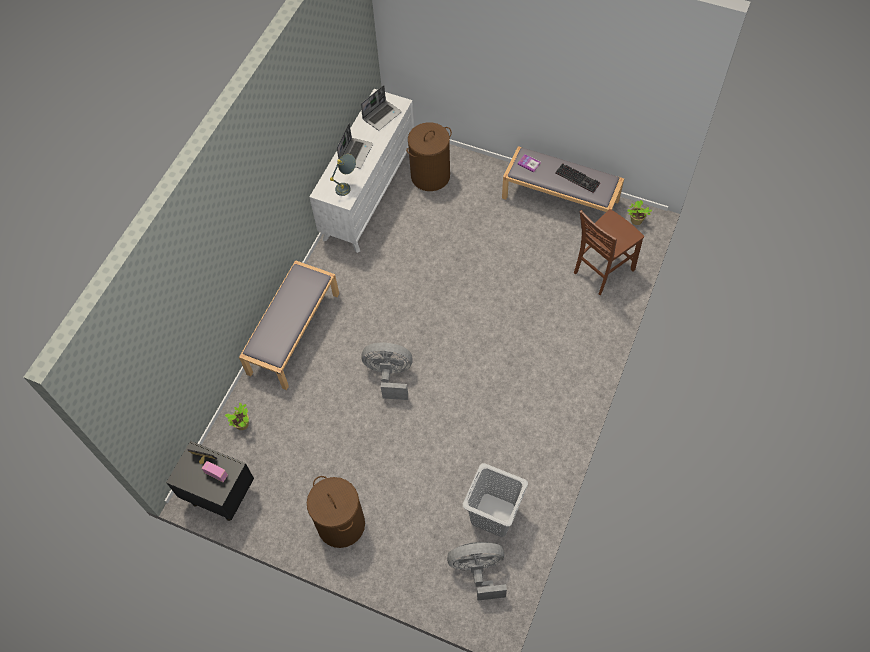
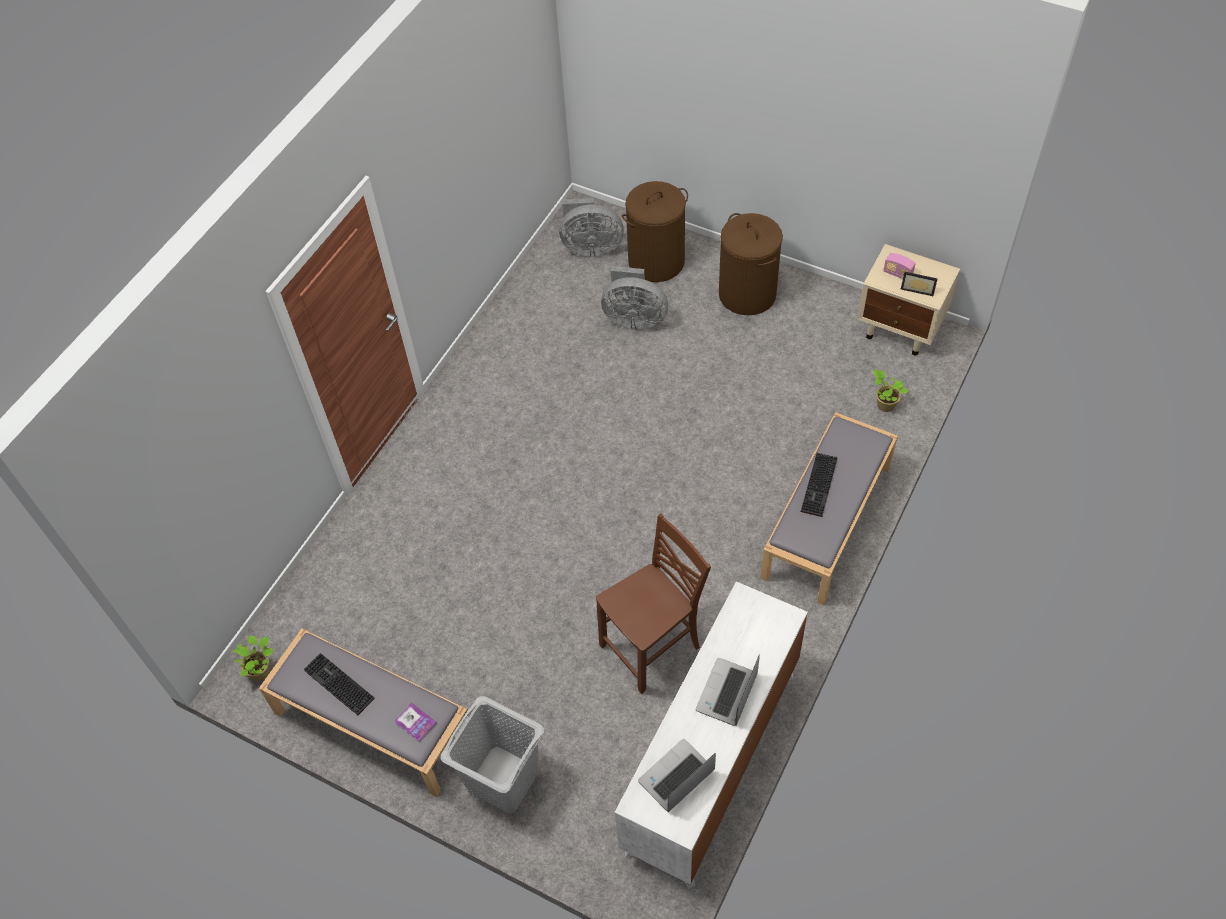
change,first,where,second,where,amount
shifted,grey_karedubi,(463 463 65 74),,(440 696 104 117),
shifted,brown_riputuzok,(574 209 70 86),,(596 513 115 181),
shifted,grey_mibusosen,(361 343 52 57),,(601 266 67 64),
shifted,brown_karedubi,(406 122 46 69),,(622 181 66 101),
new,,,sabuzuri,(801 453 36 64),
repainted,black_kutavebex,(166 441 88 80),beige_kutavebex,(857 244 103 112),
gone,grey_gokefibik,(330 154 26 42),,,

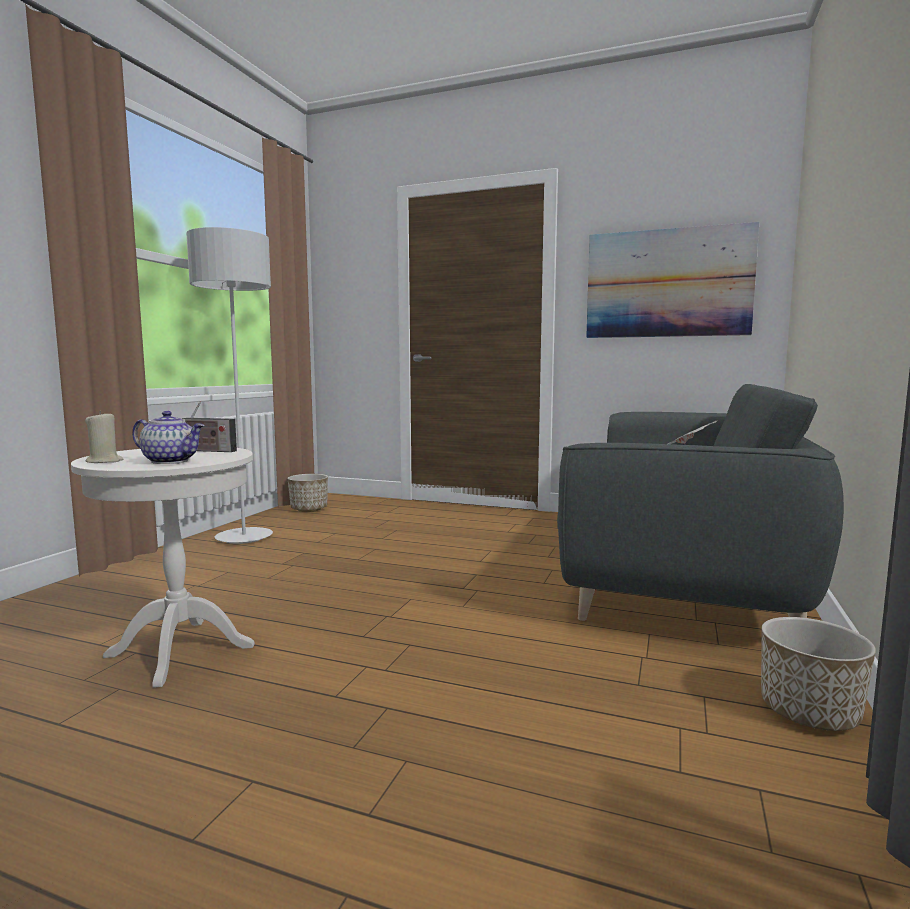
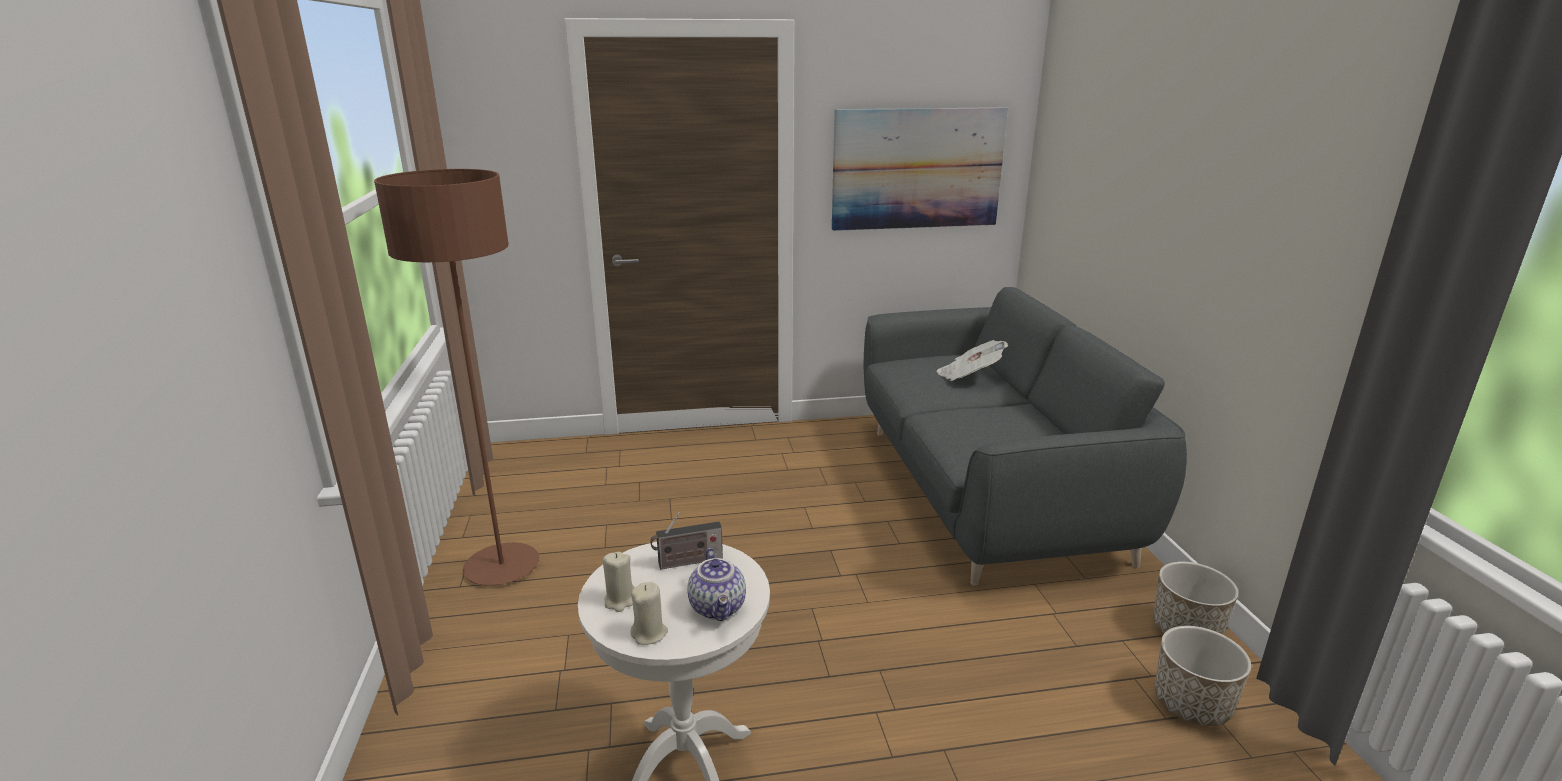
change,first,where,second,where,amount
repainted,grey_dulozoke,(186 227 87 317),brown_dulozoke,(374 169 165 417),
new,,,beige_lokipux,(603 552 32 60),
rotated,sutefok,(132 411 72 53),,(687 548 59 73),90 degrees clockwise
shifted,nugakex,(288 474 40 38),,(1155 626 96 100),

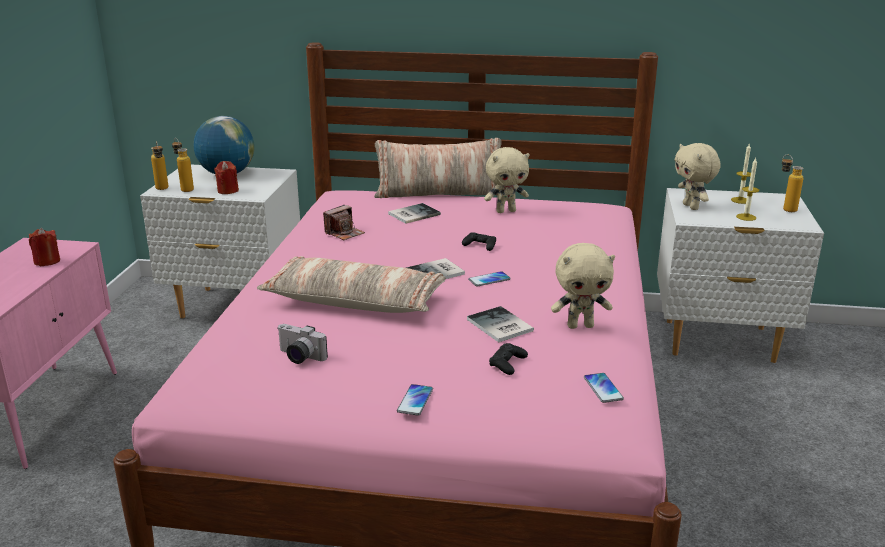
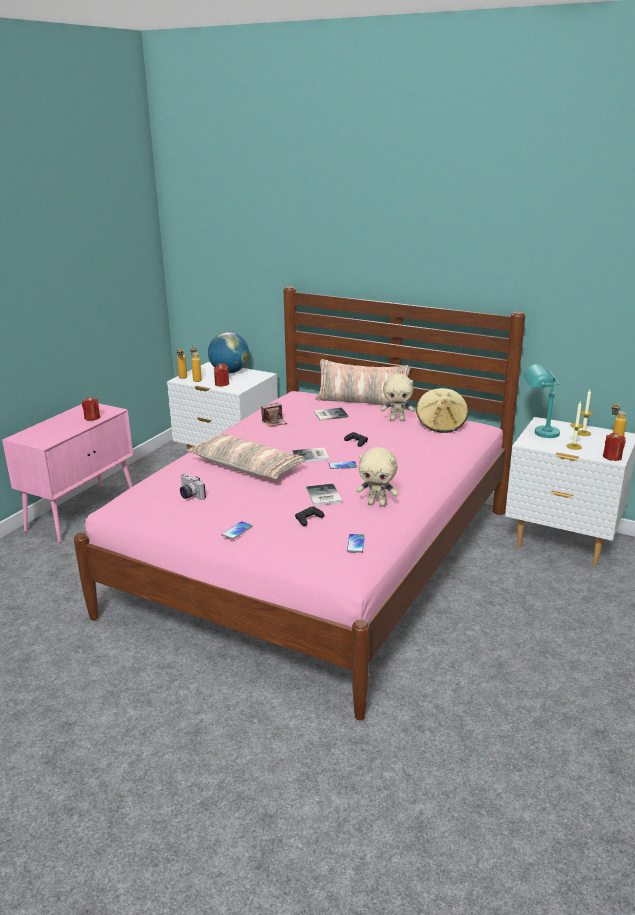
change,first,where,second,where,amount
new,,,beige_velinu,(416 388 52 45),
swapped,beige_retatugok,(675 143 46 67),turquoise_gokefibik,(524 364 36 74),
new,,,red_lokipux,(603 433 23 28),

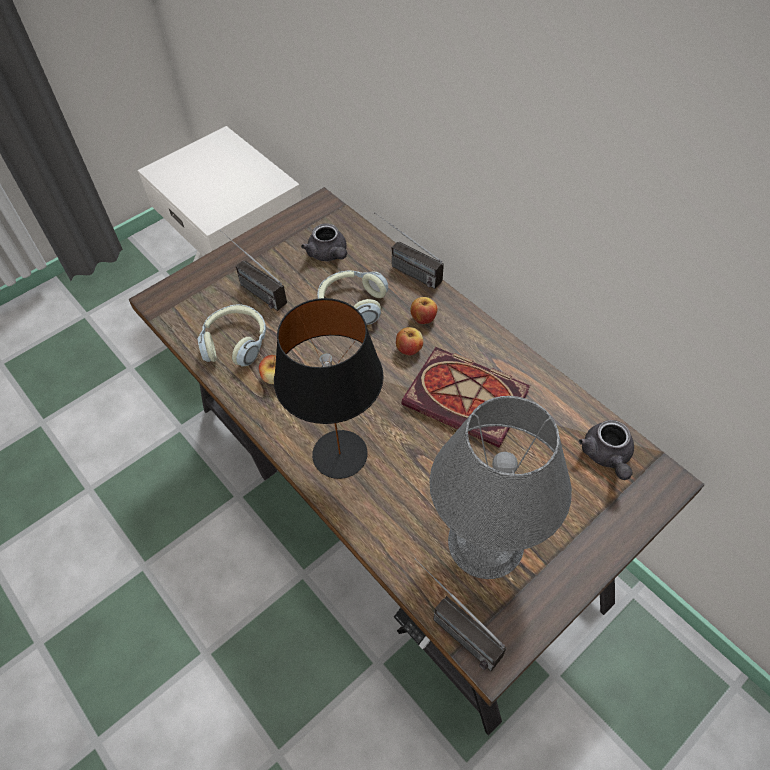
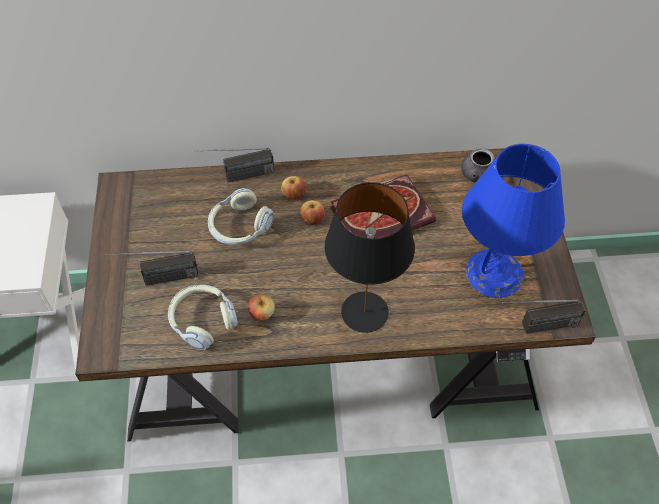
change,first,where,second,where,amount
repainted,grey_gokefibik,(429 396 143 183),blue_gokefibik,(462 144 103 154),
gone,grey_sutefok,(301 223 46 38),,,

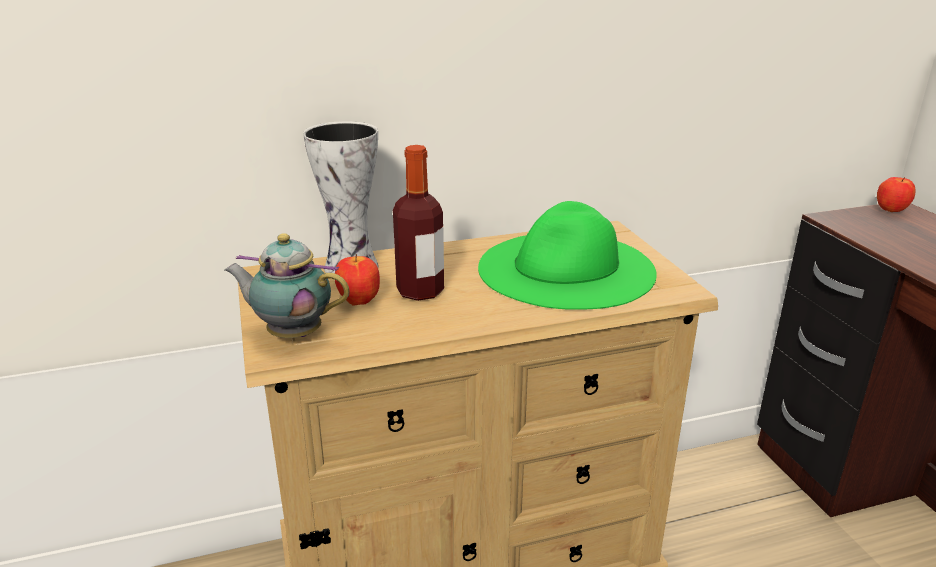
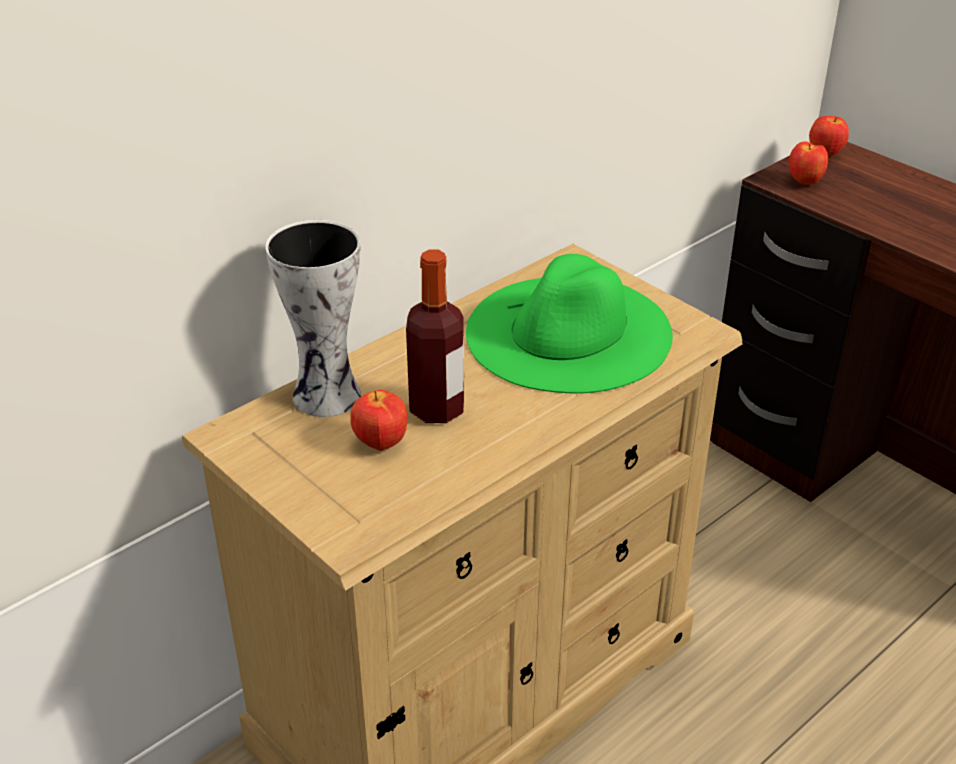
change,first,where,second,where,amount
new,,,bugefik,(789 142 39 43),
gone,sutefok,(225 233 125 105),,,

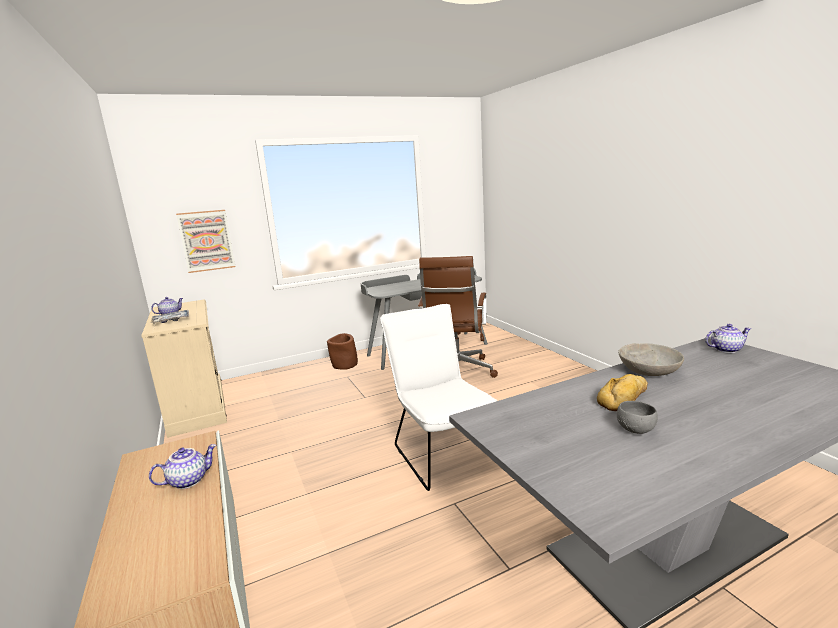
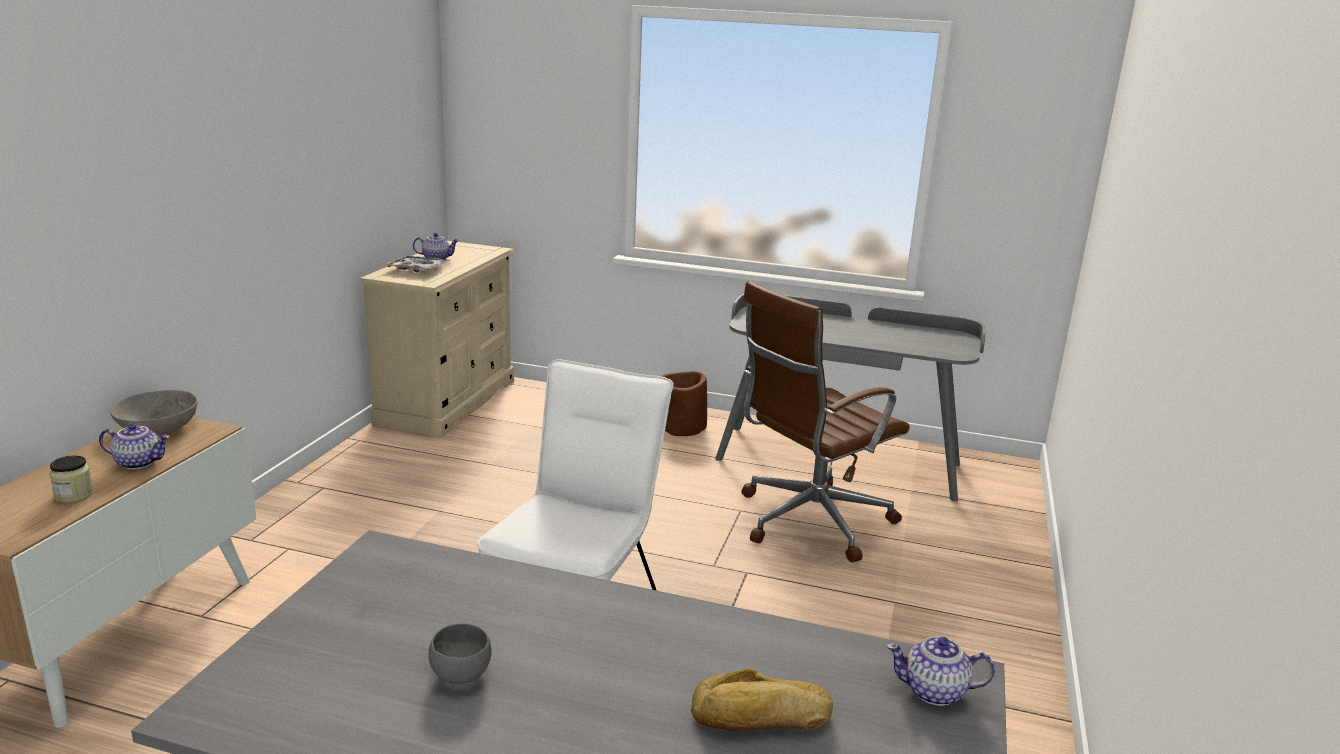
change,first,where,second,where,amount
new,,,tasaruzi,(49 455 45 48),
shifted,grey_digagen,(618 343 66 33),,(110 390 87 45),
shifted,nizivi,(597 374 51 37),,(691 669 142 62),
rotated,sutefok,(705 324 46 29),,(886 636 109 70),150 degrees clockwise
gone,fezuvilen,(176 210 59 63),,,

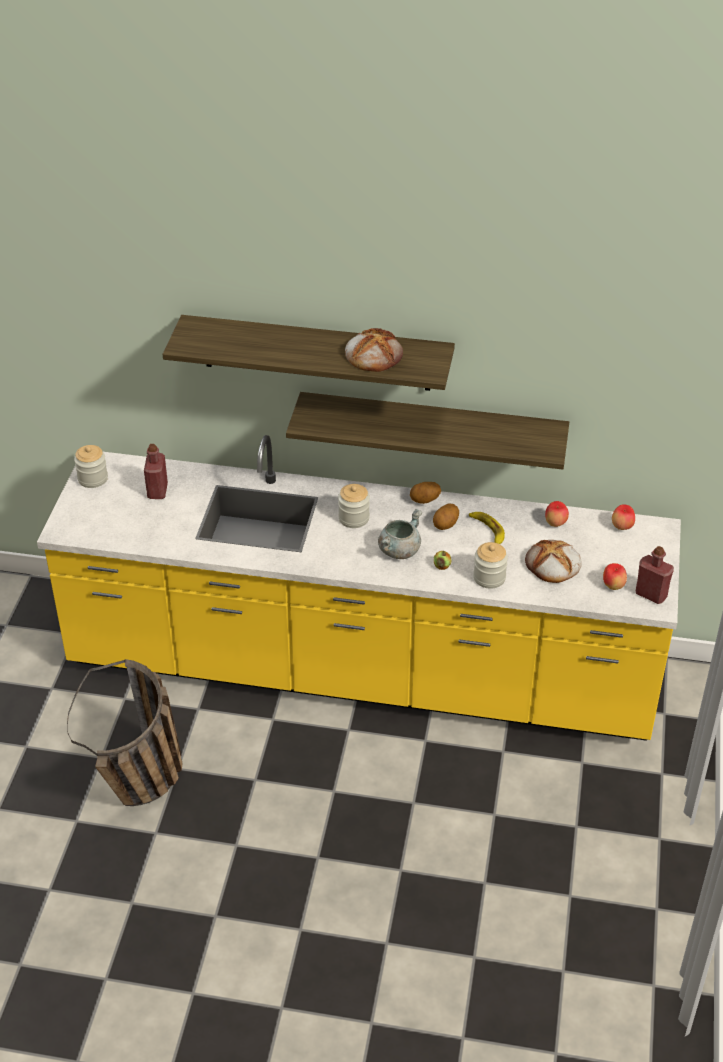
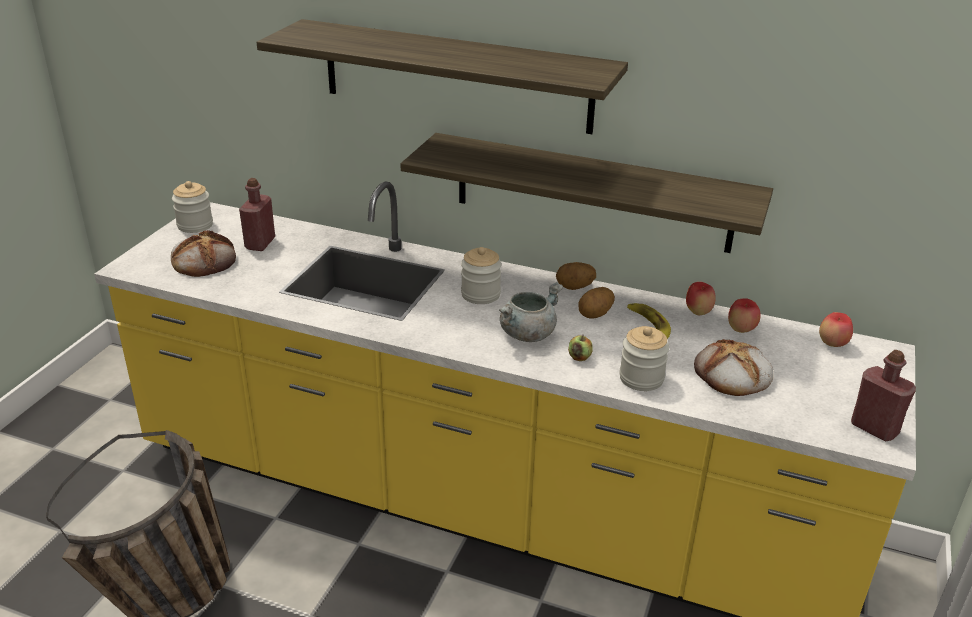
change,first,where,second,where,amount
shifted,nizivi,(345 328 58 44),,(171 230 65 47),
shifted,bugefik,(603 563 24 27),,(686 282 30 33),

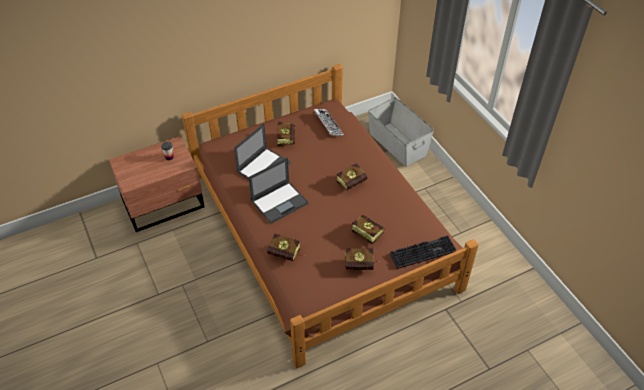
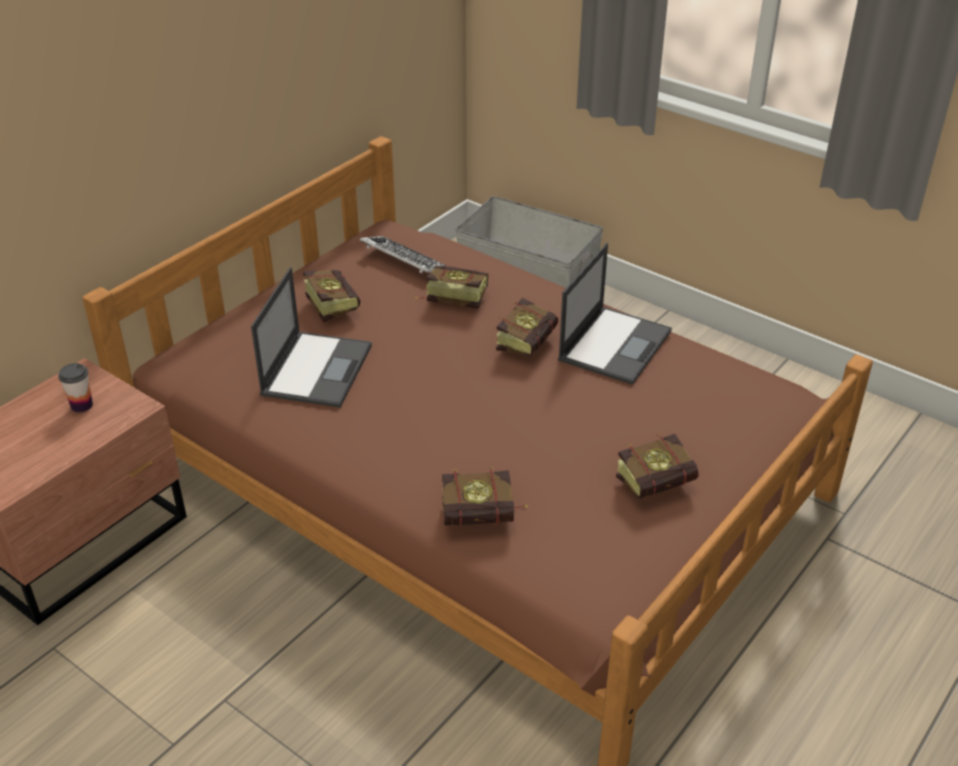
change,first,where,second,where,amount
shifted,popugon,(350 215 35 30),,(415 266 73 43),
shifted,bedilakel,(248 158 60 66),,(558 243 114 142),
gone,sabuzuri,(390 235 67 34),,,

